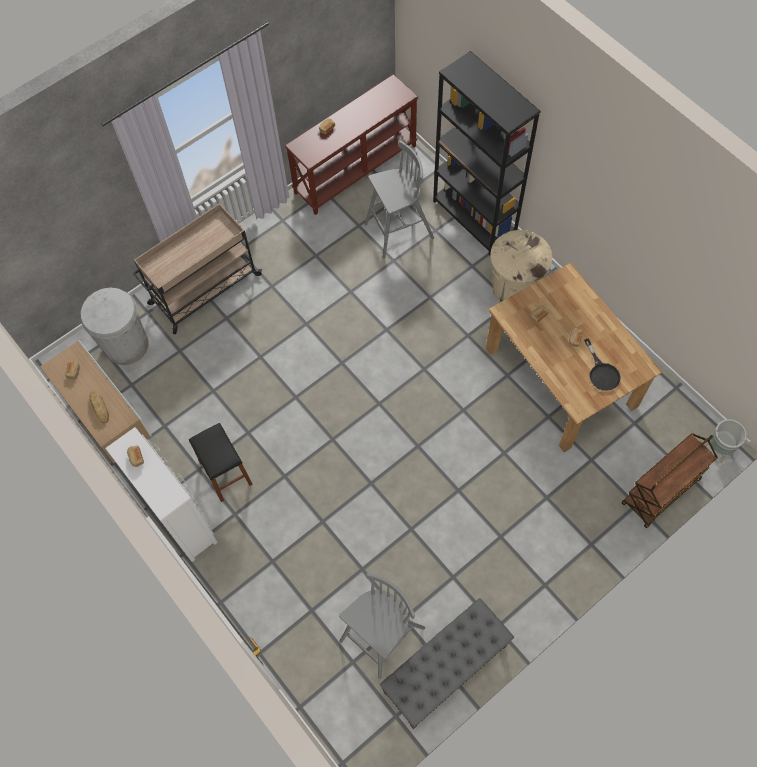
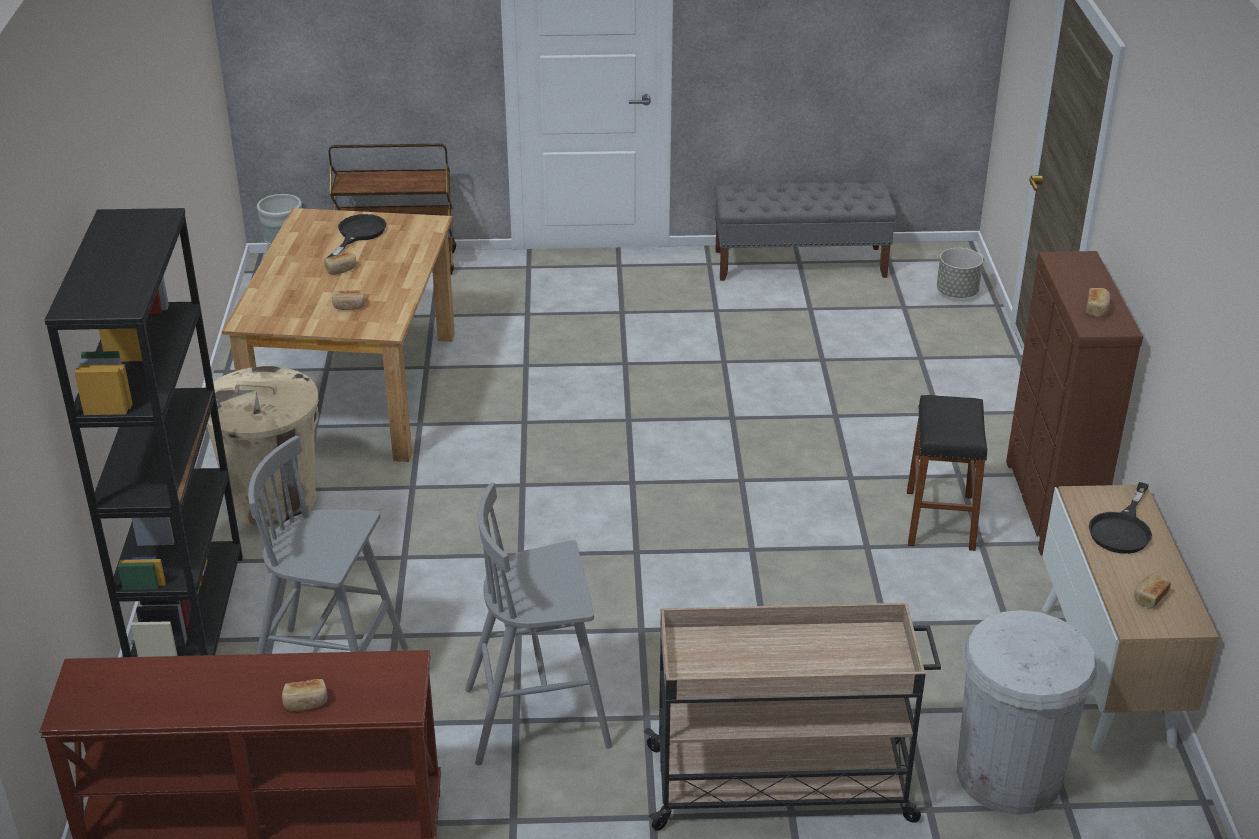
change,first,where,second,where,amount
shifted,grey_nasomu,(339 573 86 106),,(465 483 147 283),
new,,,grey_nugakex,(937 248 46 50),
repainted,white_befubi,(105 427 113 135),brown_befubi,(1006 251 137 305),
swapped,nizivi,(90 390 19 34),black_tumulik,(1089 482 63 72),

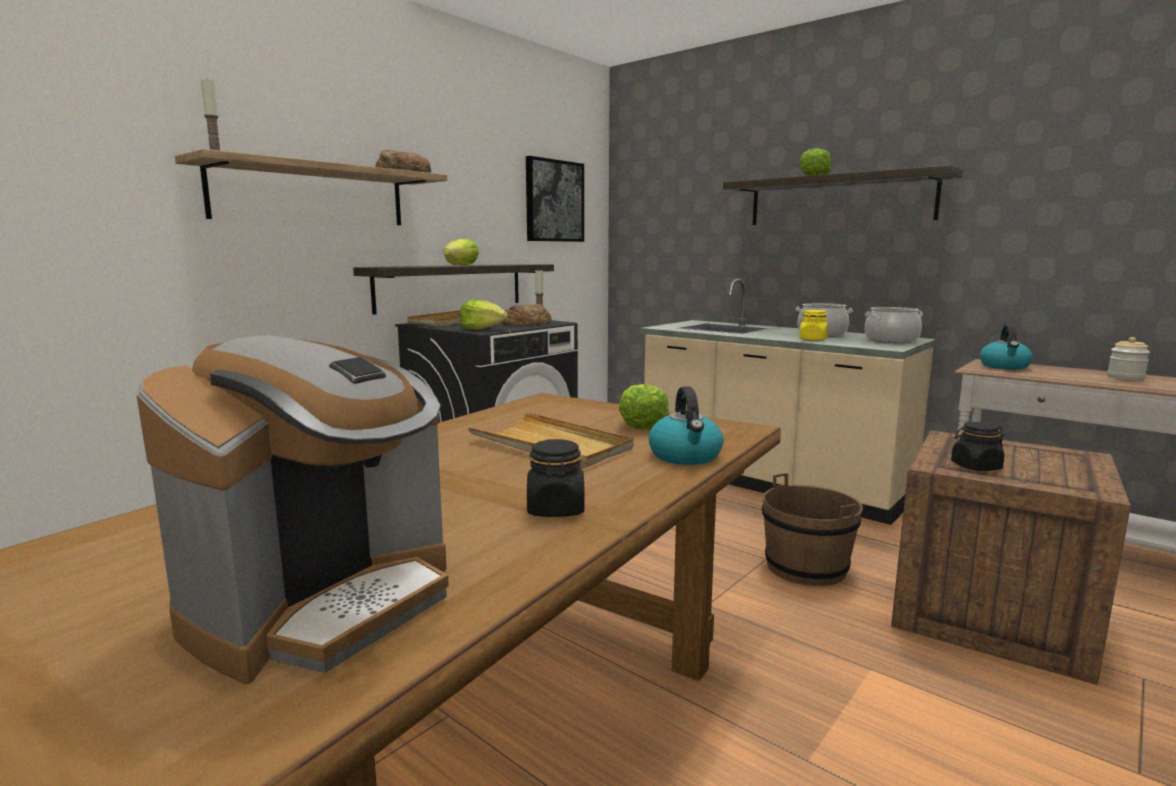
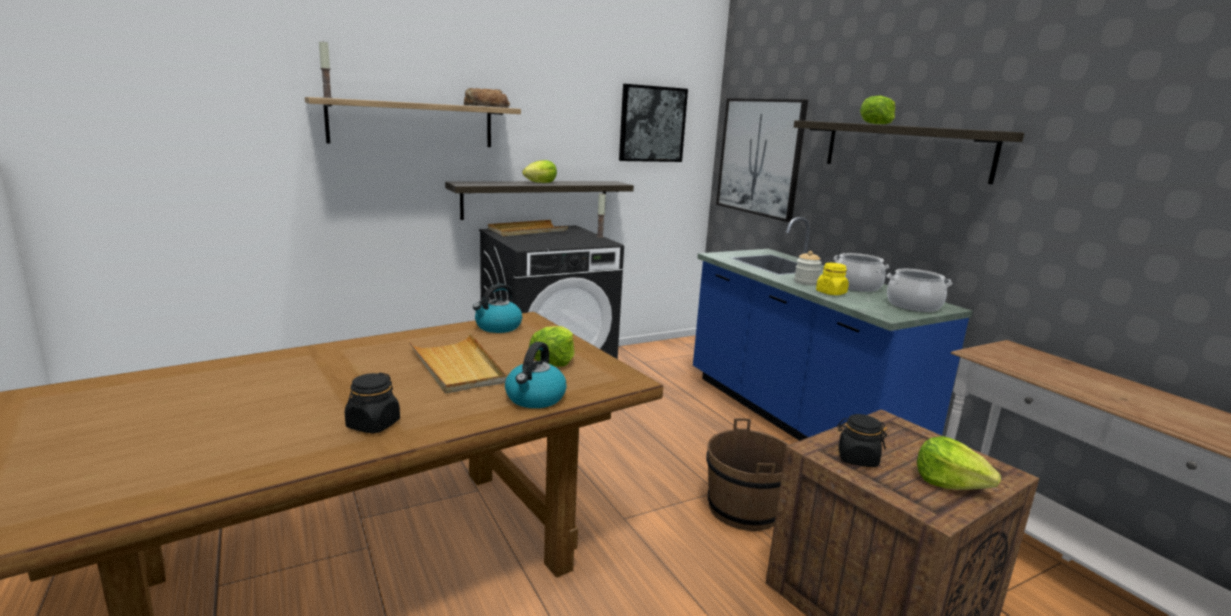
change,first,where,second,where,amount
shifted,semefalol,(980 324 53 46),,(473 284 49 49),
repainted,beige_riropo,(640 279 297 246),blue_riropo,(693 217 280 224),
new,,,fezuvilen,(716 98 92 124),
shifted,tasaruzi,(1107 337 43 43),,(794 251 28 34),
shifted,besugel,(460 300 48 30),,(917 436 84 54),
gone,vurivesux,(136 335 313 349),,,
gone,nizivi,(502 304 49 22),,,

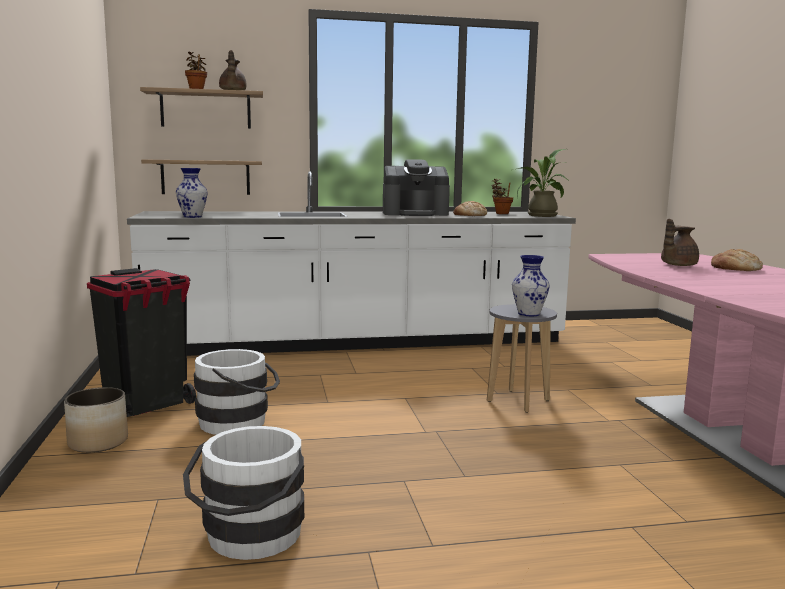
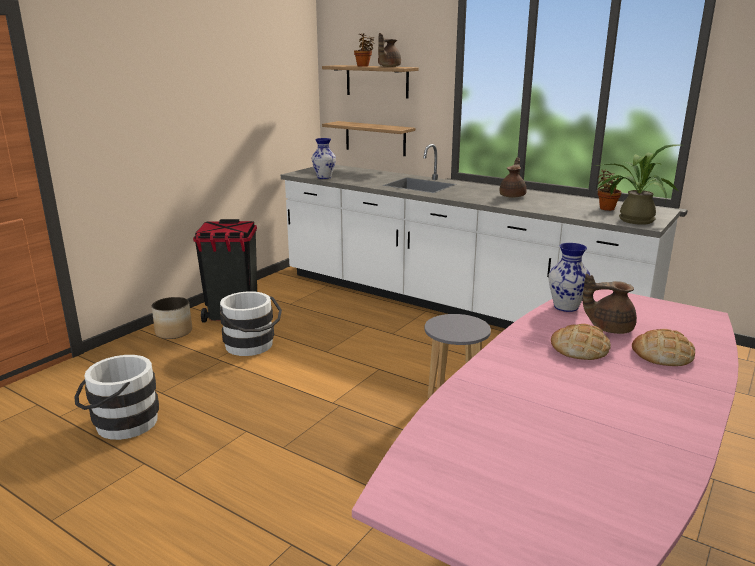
change,first,where,second,where,amount
swapped,vurivesux,(383 159 67 57),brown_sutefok,(500 157 27 41),
shifted,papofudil,(512 255 38 61),,(548 243 43 69),
shifted,nizivi,(453 201 34 15),,(551 324 60 36),

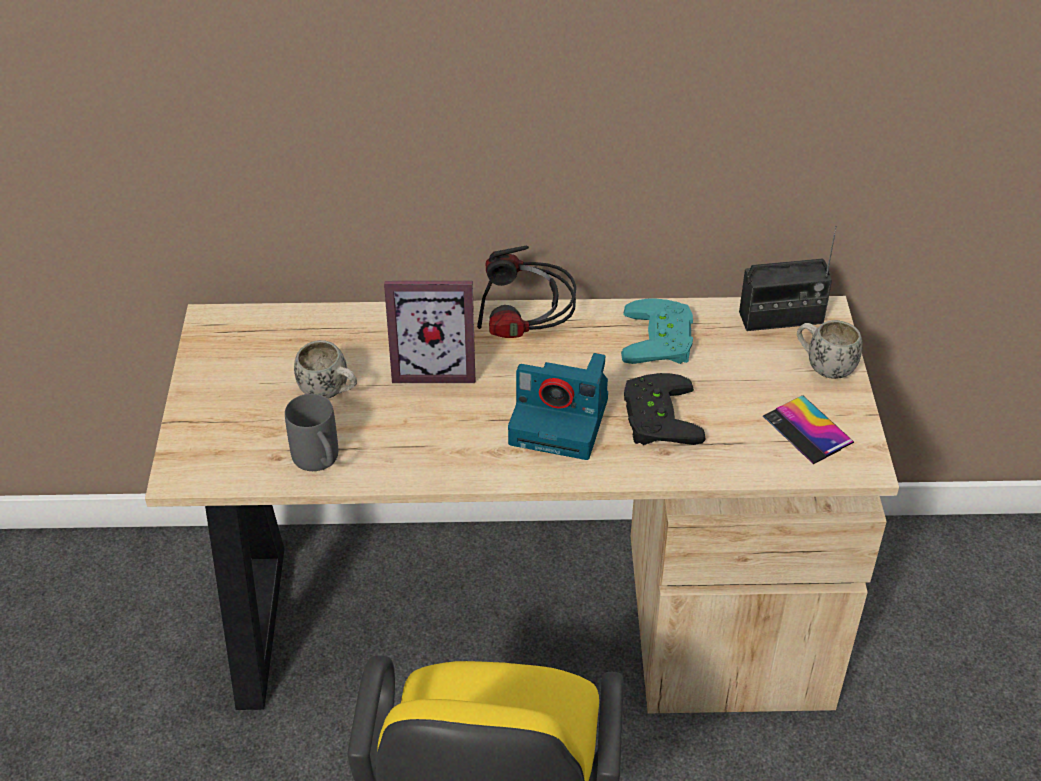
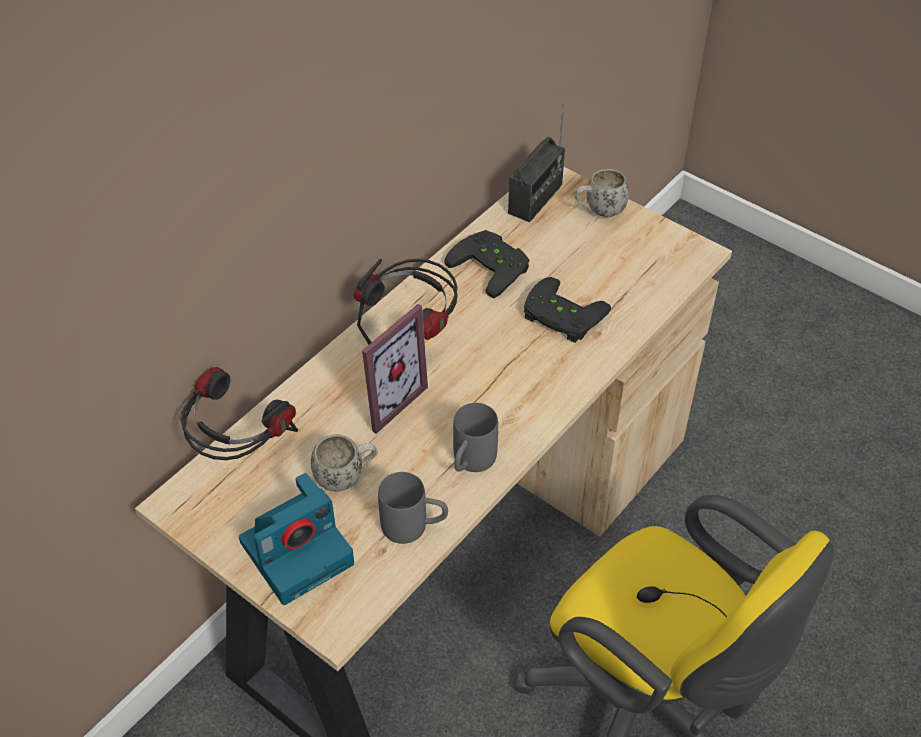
change,first,where,second,where,amount
new,,,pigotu,(181 367 117 93),
shifted,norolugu,(508 353 100 107),,(239 473 115 132),
repainted,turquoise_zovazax,(621 298 72 66),black_zovazax,(444 230 86 68),
new,,,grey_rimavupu,(453 403 45 69),
gone,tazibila,(763 395 91 69),,,

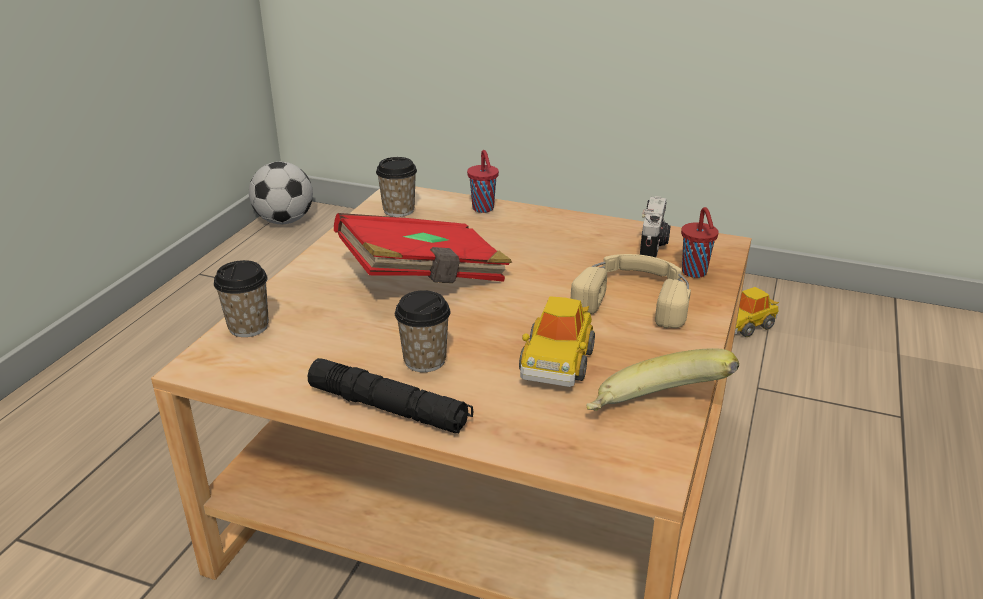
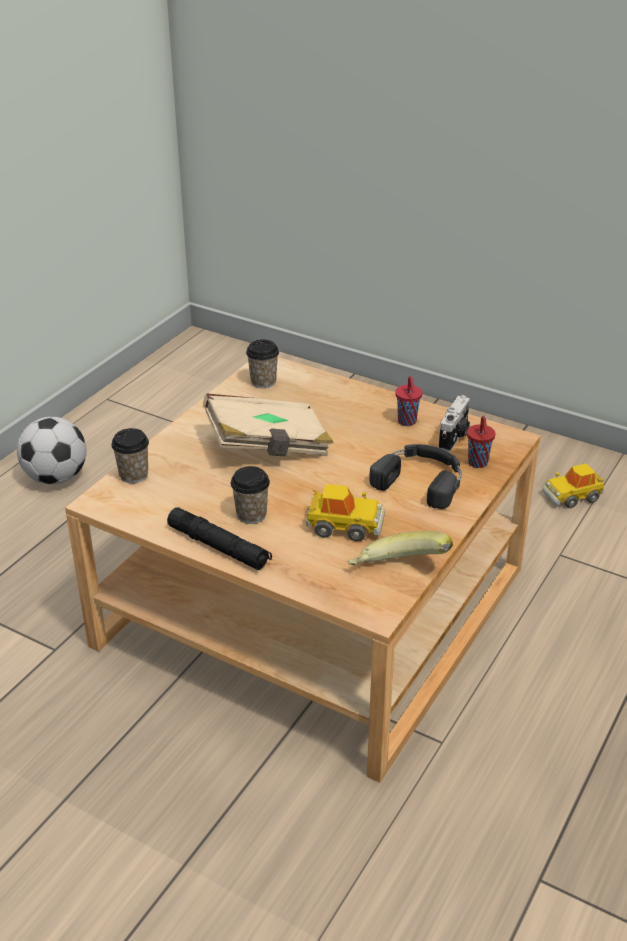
change,first,where,second,where,amount
shifted,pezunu,(249 162 64 62),,(17 417 69 67),
repainted,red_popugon,(334 213 178 70),beige_popugon,(203 393 130 63),
rotated,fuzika,(519 296 76 91),,(306 484 79 58),105 degrees counterclockwise
repainted,beige_pigotu,(571 254 120 74),black_pigotu,(369 444 93 65),
shifted,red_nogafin,(467 150 32 63),,(395 376 27 50),

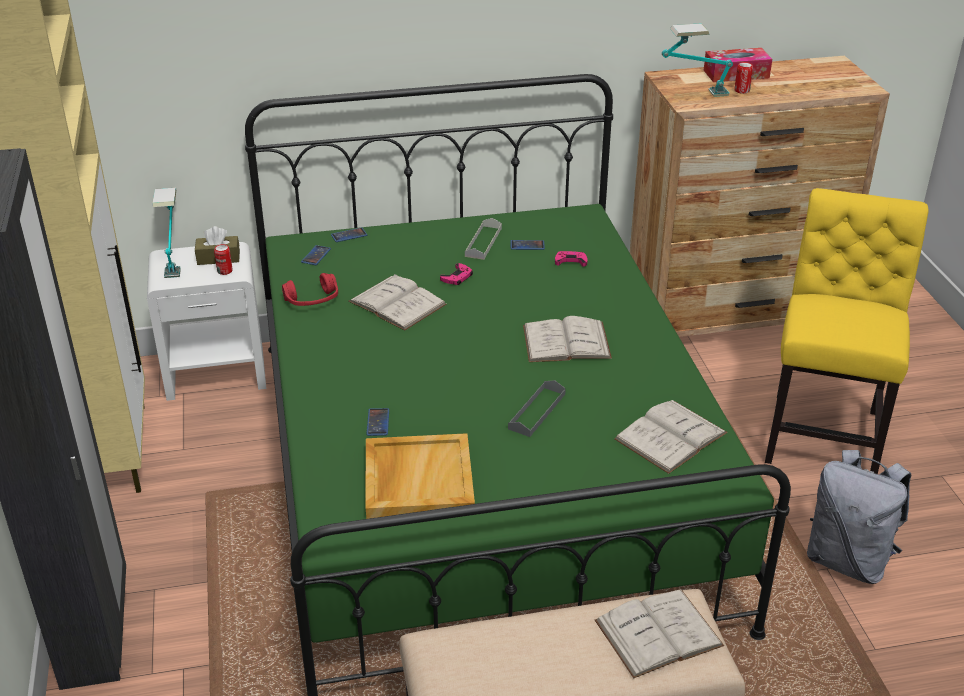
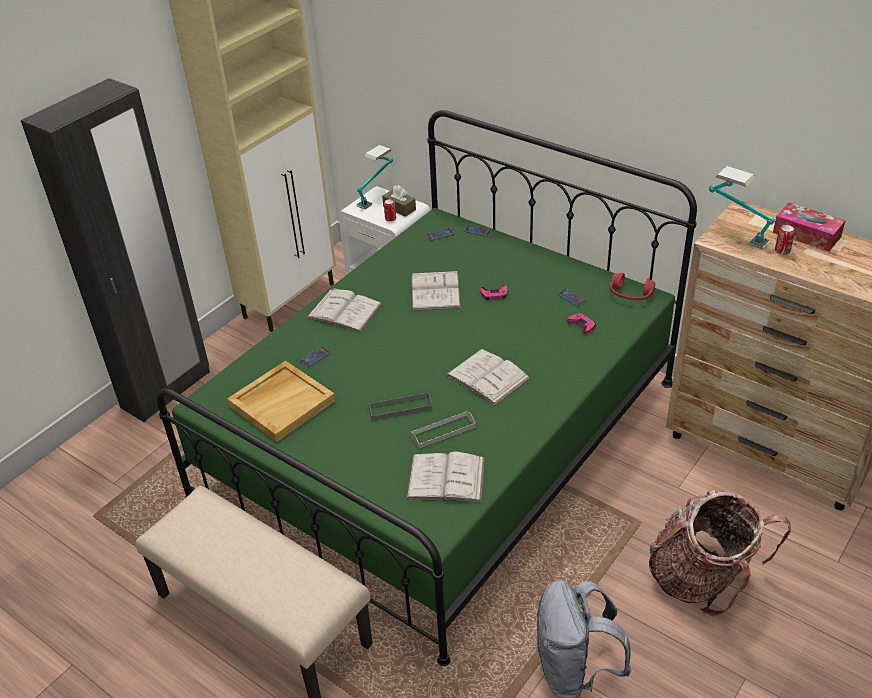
change,first,where,second,where,amount
shifted,white_popugon,(595 589 129 90),,(306 288 77 45),
shifted,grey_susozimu,(465 218 37 42),,(410 411 66 37),
shifted,red_pigotu,(282 273 56 33),,(610 273 45 27),
swapped,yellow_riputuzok,(765 188 164 286),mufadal,(649 490 142 126),

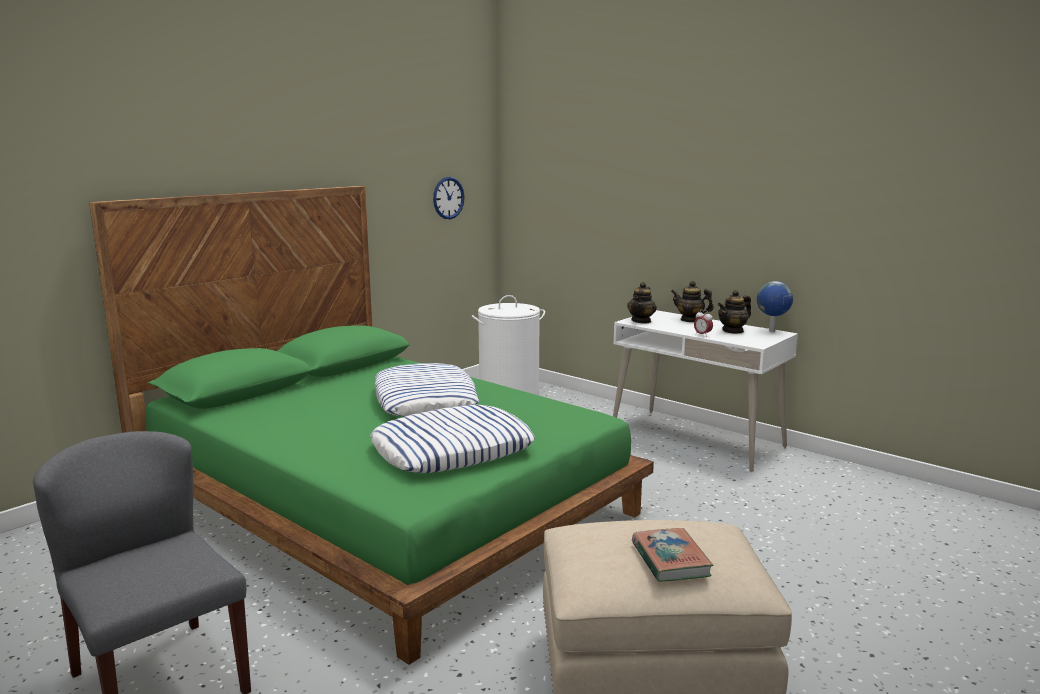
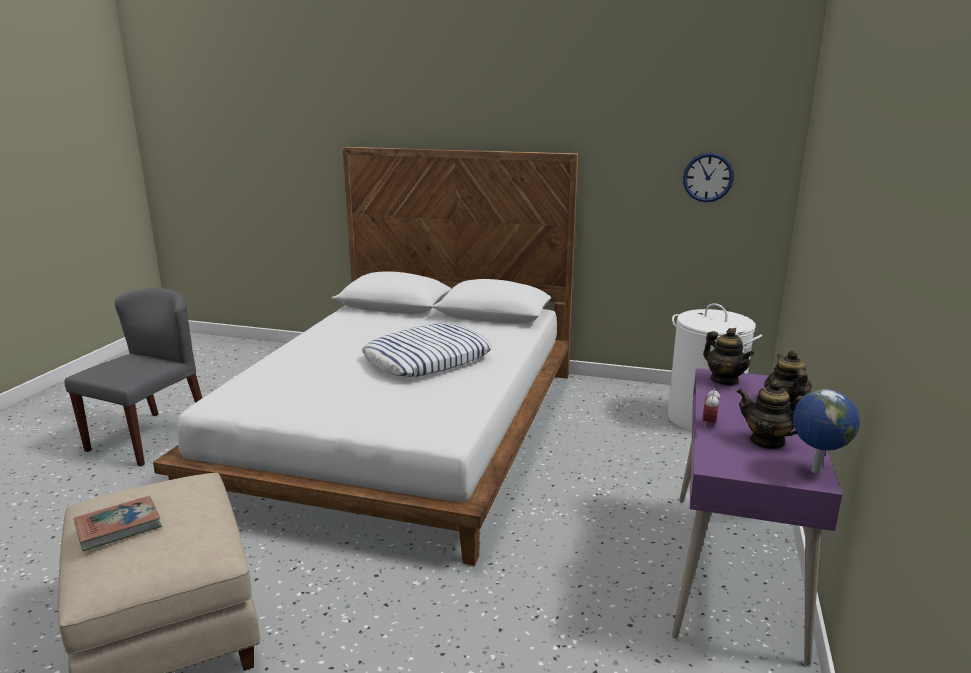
change,first,where,second,where,amount
repainted,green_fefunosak,(89 186 565 479),white_fefunosak,(153 147 426 419),
repainted,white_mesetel,(613 310 185 162),purple_mesetel,(672 368 170 297),
rotated,sutefok,(627 282 30 42),,(703 328 51 57),120 degrees counterclockwise
gone,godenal,(370 405 165 68),,,

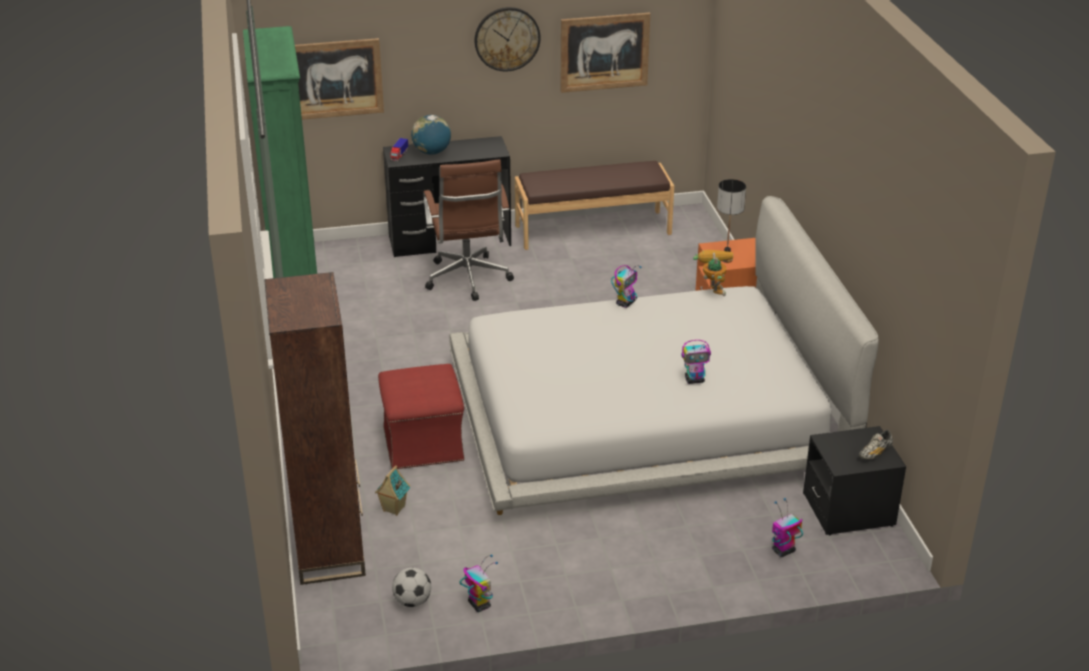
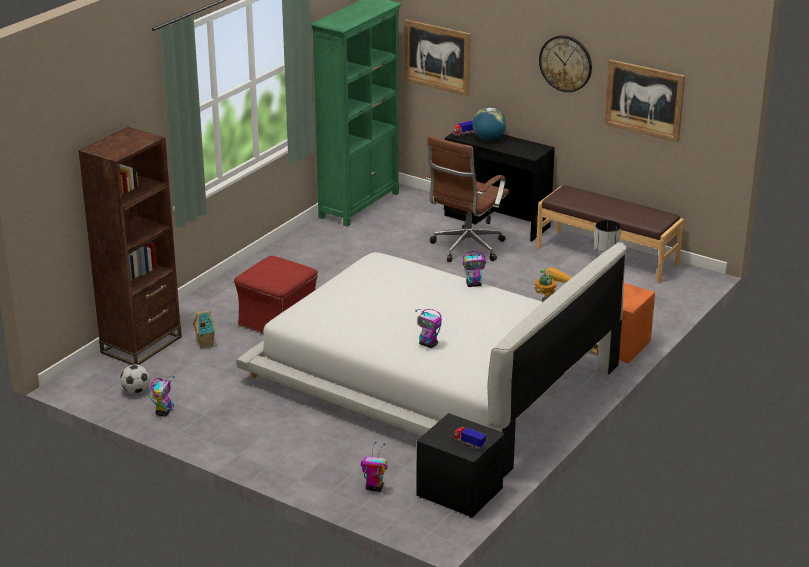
change,first,where,second,where,amount
swapped,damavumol,(859 430 34 29),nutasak,(454 427 32 23),

